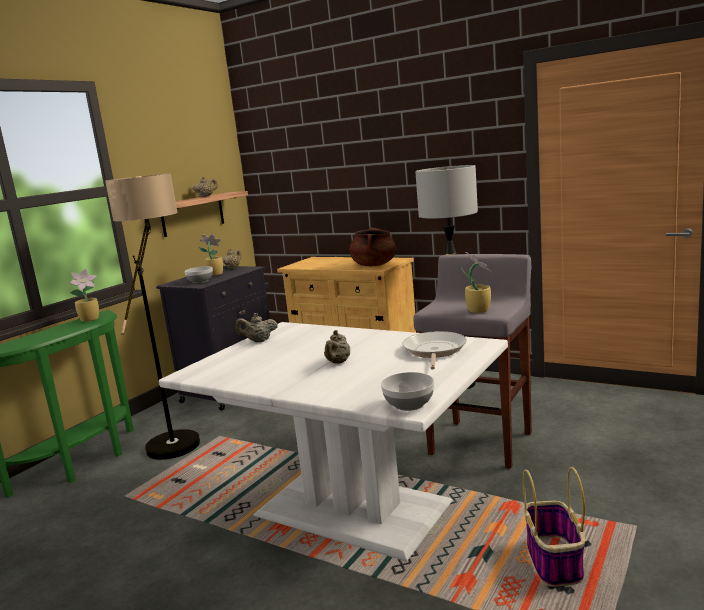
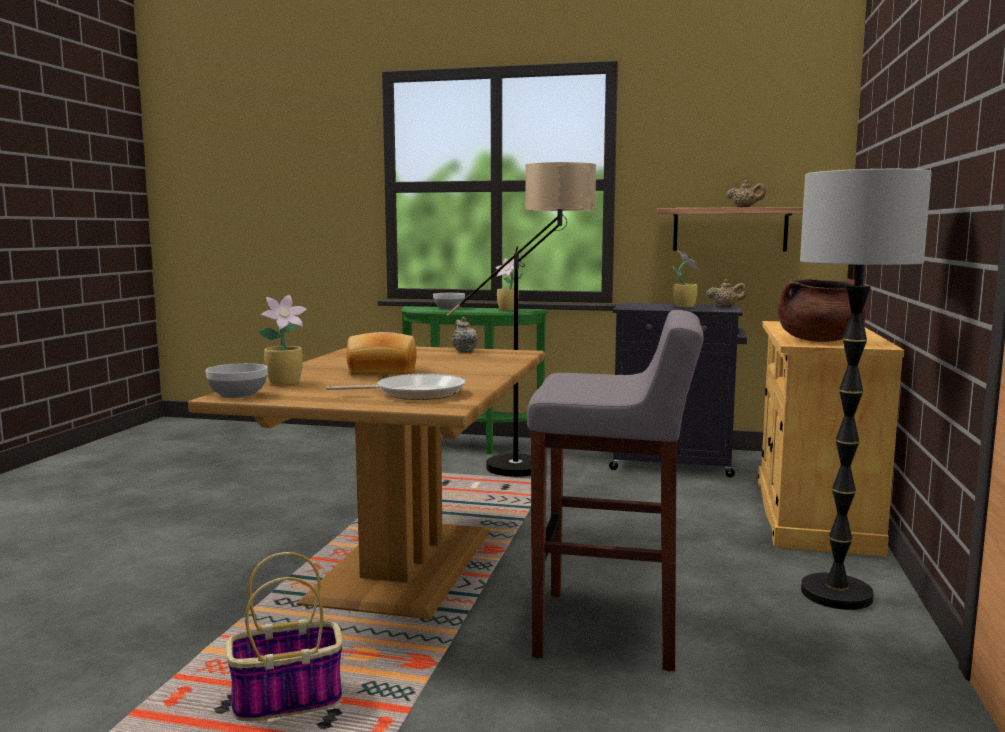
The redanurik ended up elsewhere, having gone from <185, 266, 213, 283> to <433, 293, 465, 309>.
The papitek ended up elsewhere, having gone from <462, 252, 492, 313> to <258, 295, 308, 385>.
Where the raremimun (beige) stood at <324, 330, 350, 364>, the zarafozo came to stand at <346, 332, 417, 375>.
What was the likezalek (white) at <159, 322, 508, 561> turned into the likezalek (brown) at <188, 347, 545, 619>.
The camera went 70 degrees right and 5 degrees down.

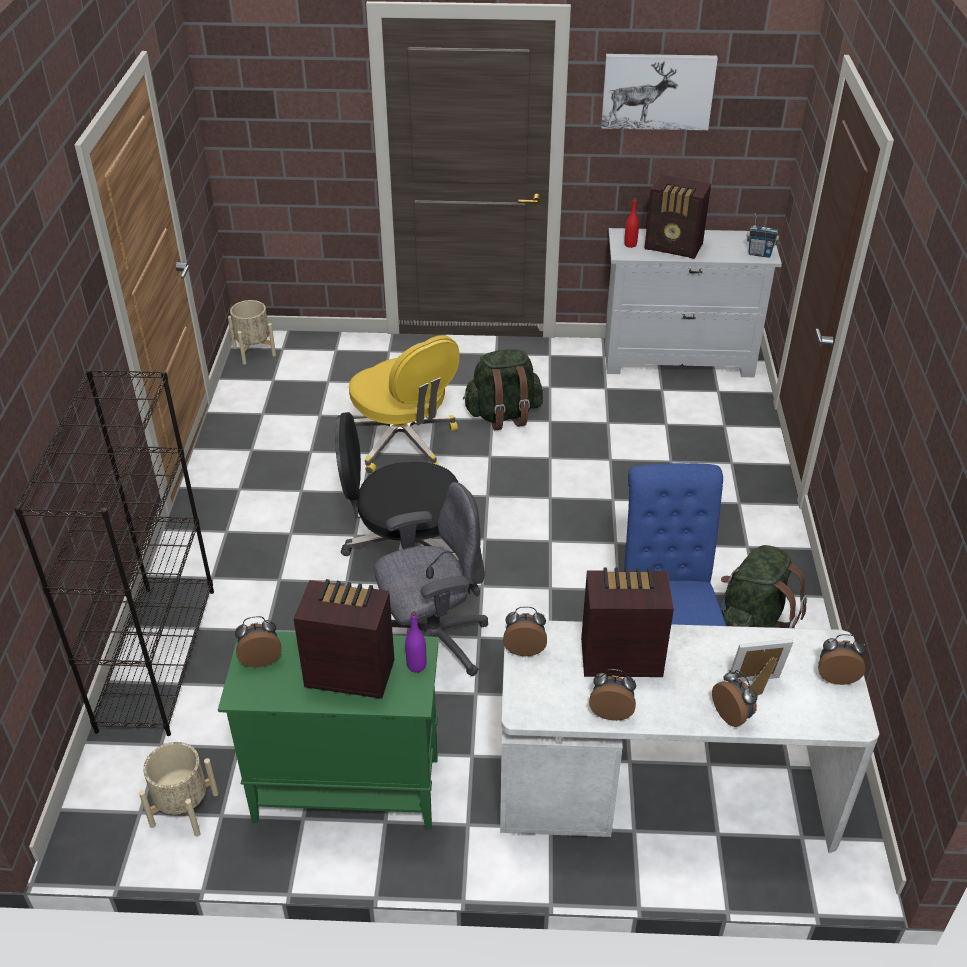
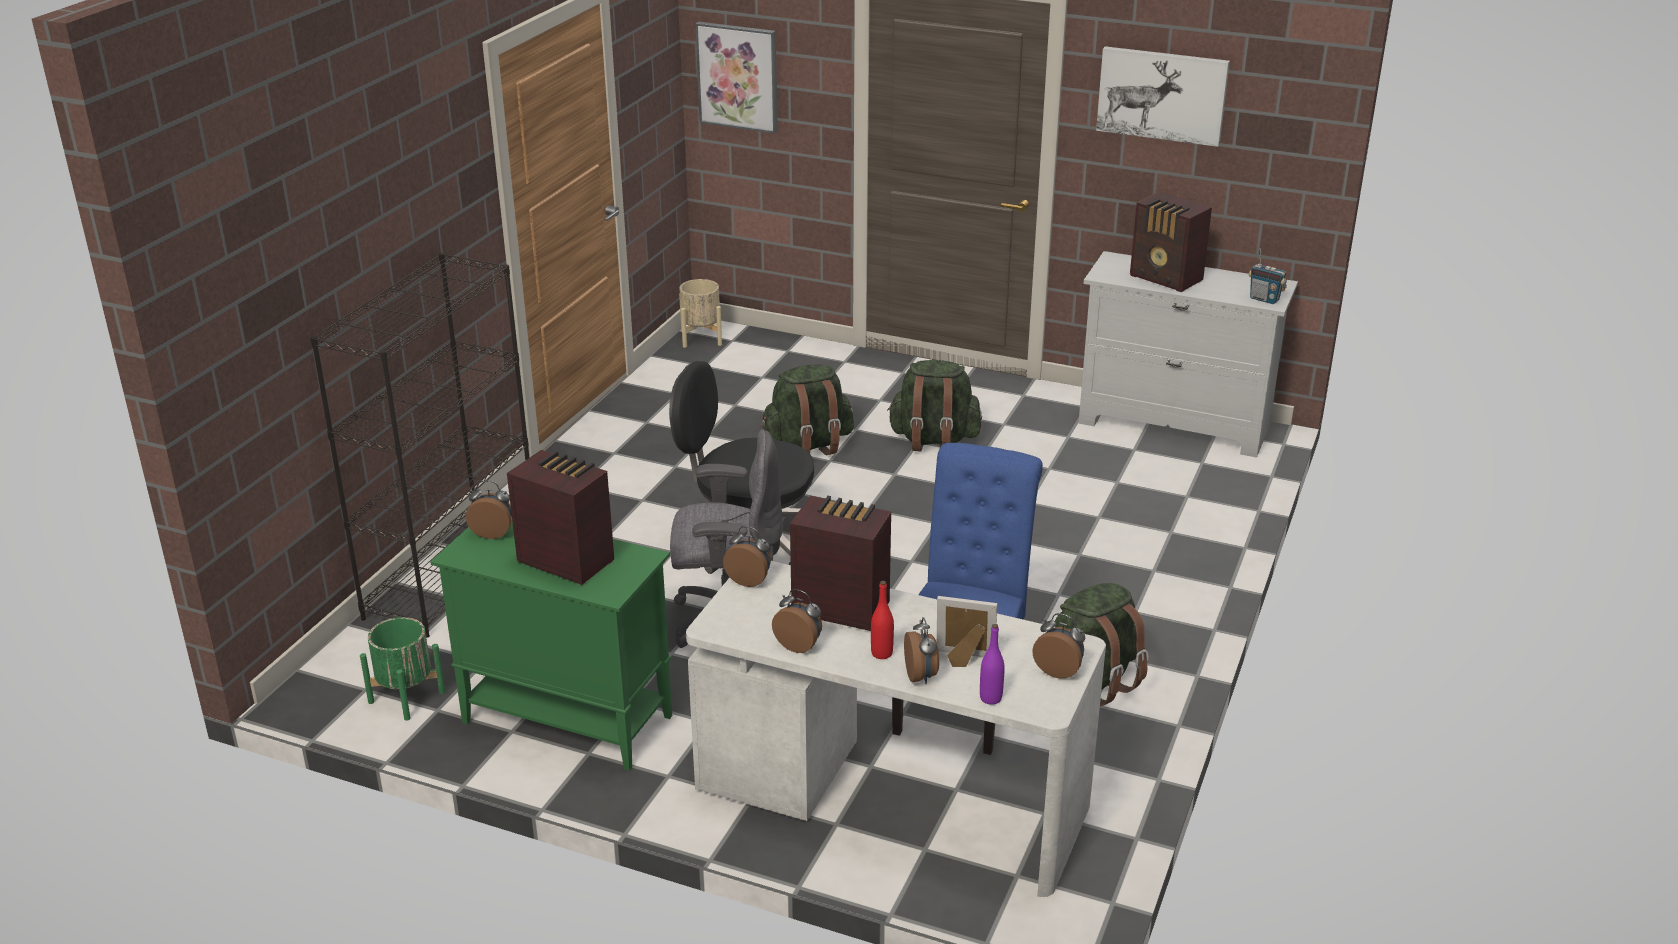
The second view gained the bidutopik at <695, 22, 778, 134>.
The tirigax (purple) ended up elsewhere, having gone from <405, 611, 426, 672> to <980, 624, 1005, 705>.
The tirigax (red) ended up elsewhere, having gone from <624, 198, 639, 248> to <871, 581, 894, 659>.
Where the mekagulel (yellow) stood at <349, 335, 460, 474>, the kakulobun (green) came to stand at <761, 364, 854, 455>.
What was the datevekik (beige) at <139, 742, 218, 837> turned into the datevekik (green) at <360, 617, 445, 721>.
The camera went 20 degrees right and 10 degrees down.

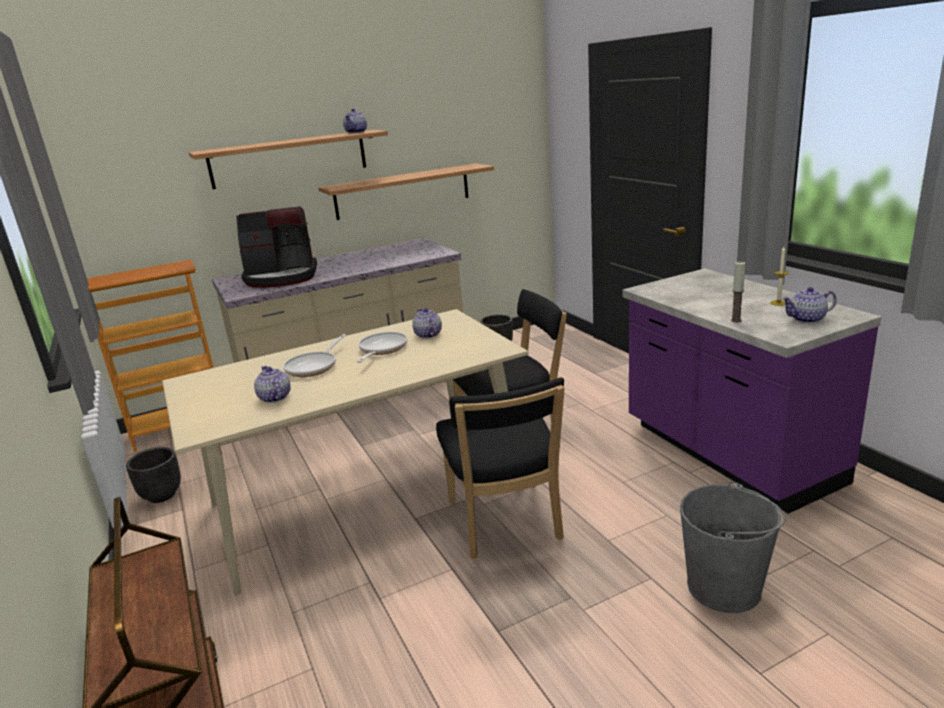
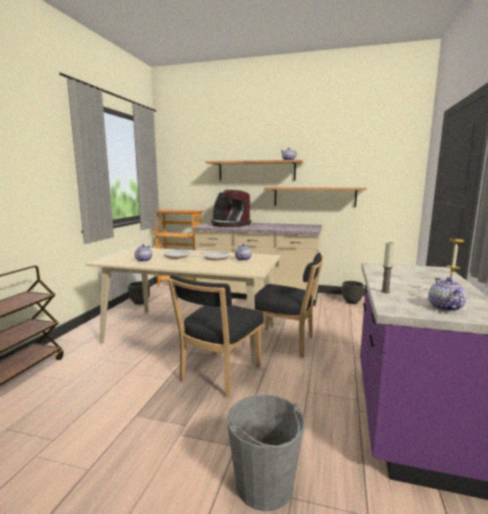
The raremimun at <782, 287, 837, 323> ended up facing another way, 60 degrees clockwise from before.
The camera went 40 degrees right and 10 degrees down.

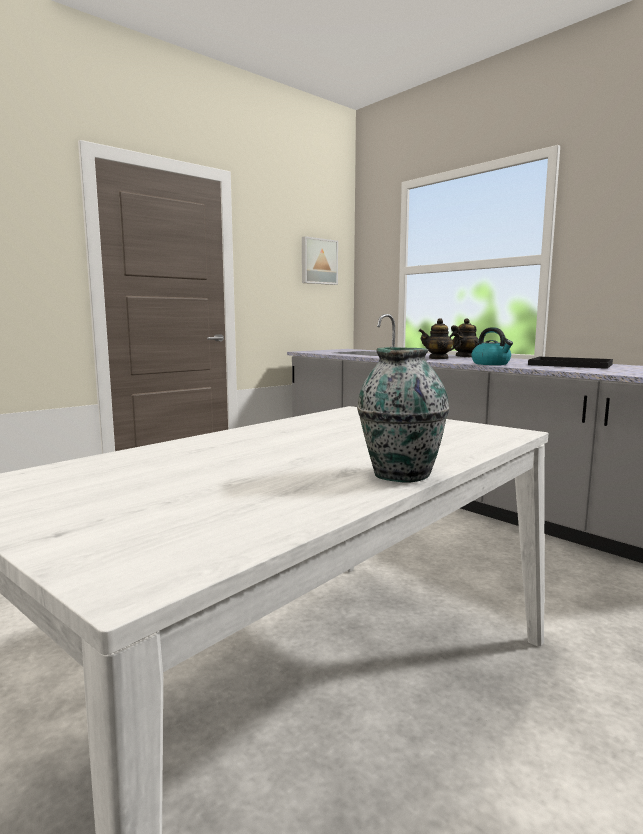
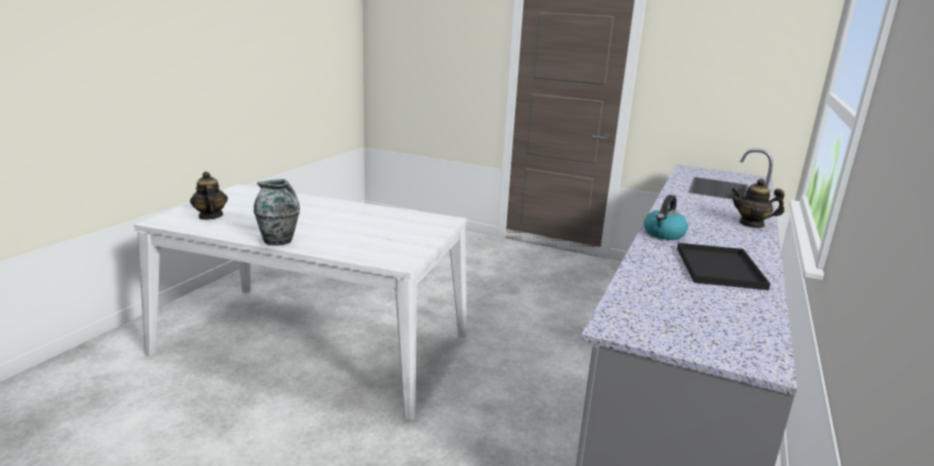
The second view lost the bidutopik at <302, 236, 338, 285>.
The raremimun ended up elsewhere, having gone from <419, 318, 461, 359> to <190, 171, 228, 220>.
The camera went 65 degrees right and 10 degrees up.

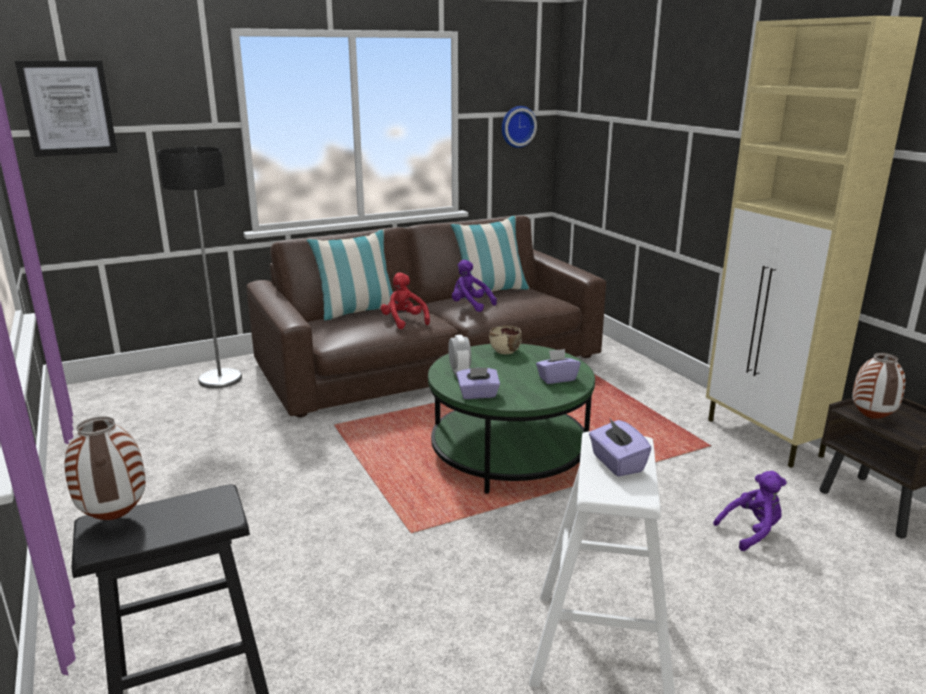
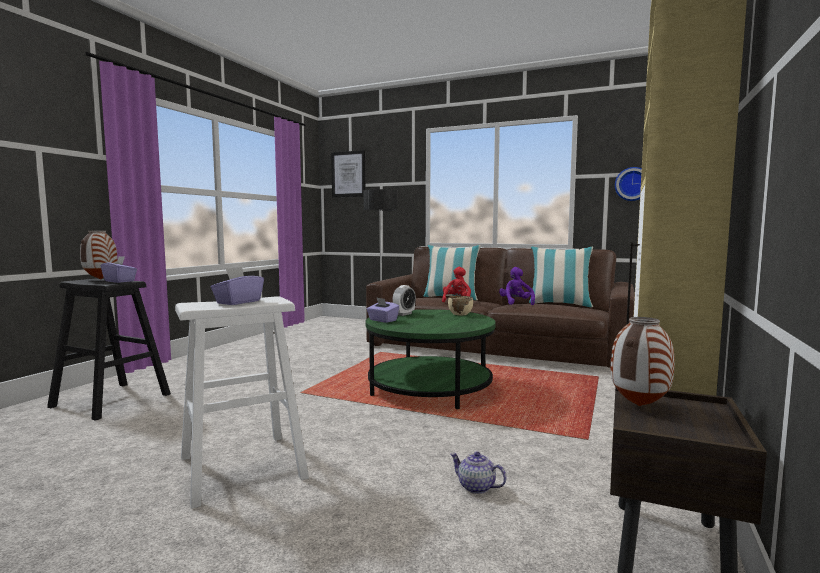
The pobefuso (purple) ended up elsewhere, having gone from <536, 349, 580, 384> to <101, 256, 137, 283>.
Where the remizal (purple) stood at <713, 471, 787, 551>, the raremimun came to stand at <450, 451, 507, 494>.
The camera went 50 degrees right and 15 degrees down.

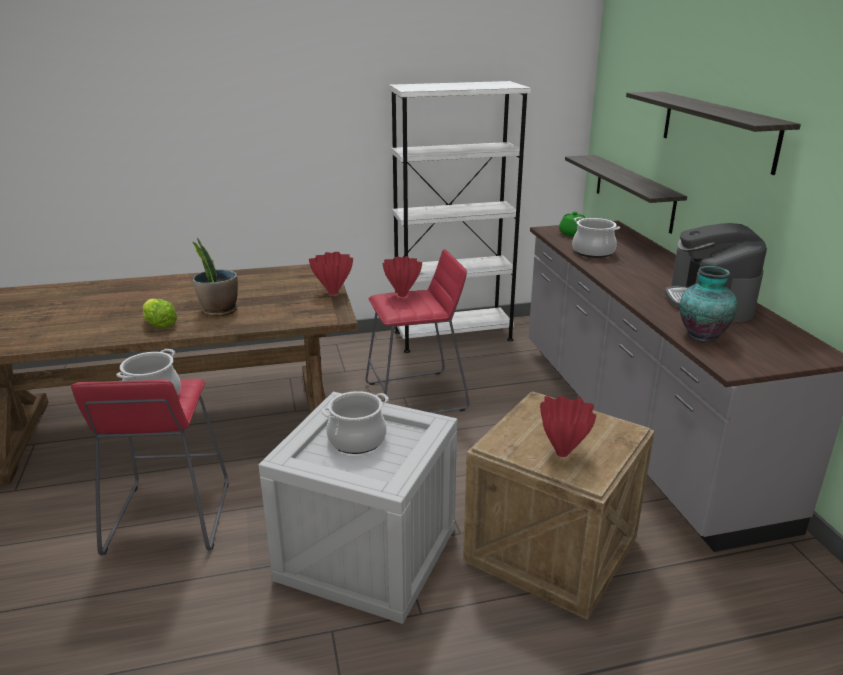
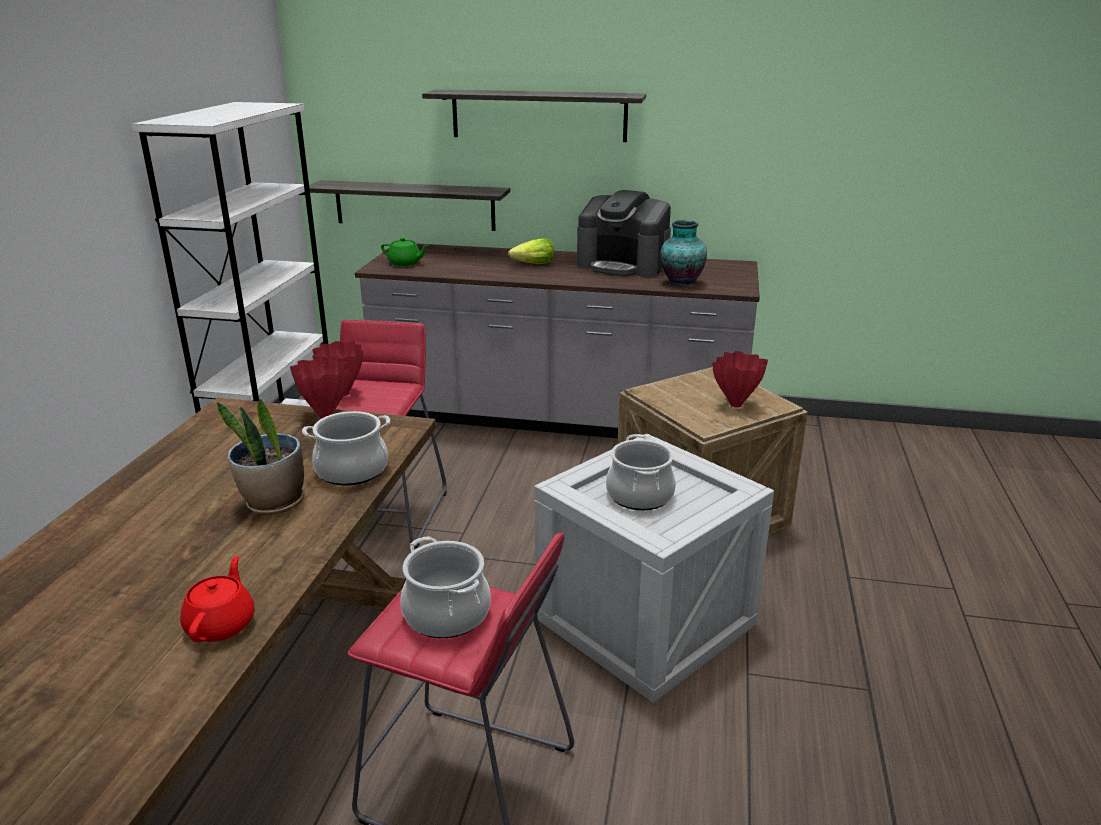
The second view gained the raremimun (red) at <180, 556, 254, 642>.
The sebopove ended up elsewhere, having gone from <142, 299, 177, 328> to <508, 238, 554, 264>.
The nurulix ended up elsewhere, having gone from <572, 217, 620, 258> to <302, 411, 390, 486>.
The camera went 65 degrees left and 0 degrees up.

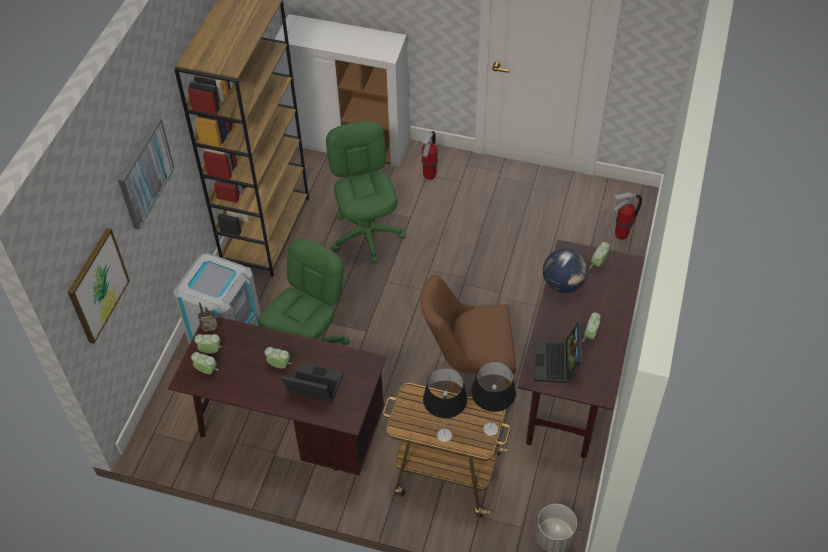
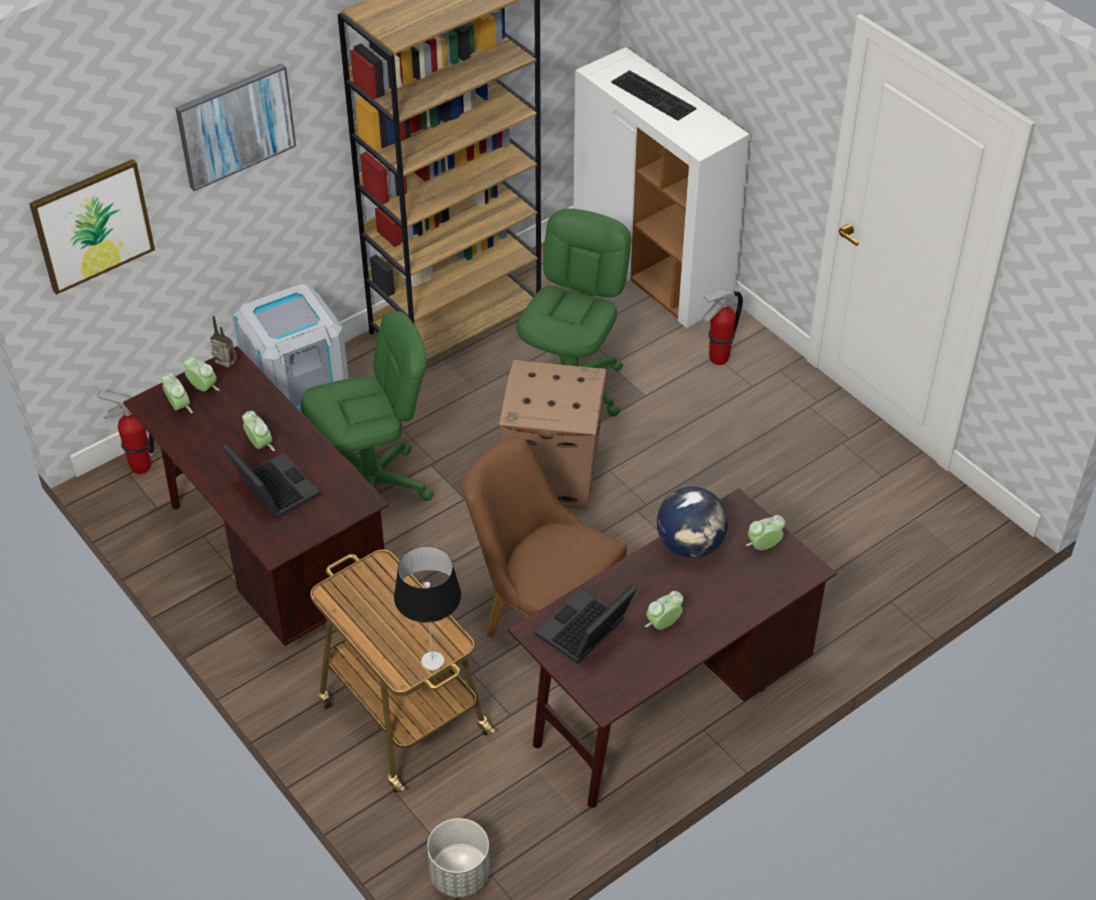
The second view lost the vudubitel at <423, 368, 467, 442>.
The second view gained the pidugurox at <499, 360, 606, 509>.
The second view gained the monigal at <611, 70, 697, 121>.
The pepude ended up elsewhere, having gone from <612, 192, 642, 240> to <97, 389, 154, 474>.
The camera went 35 degrees right and 5 degrees down.

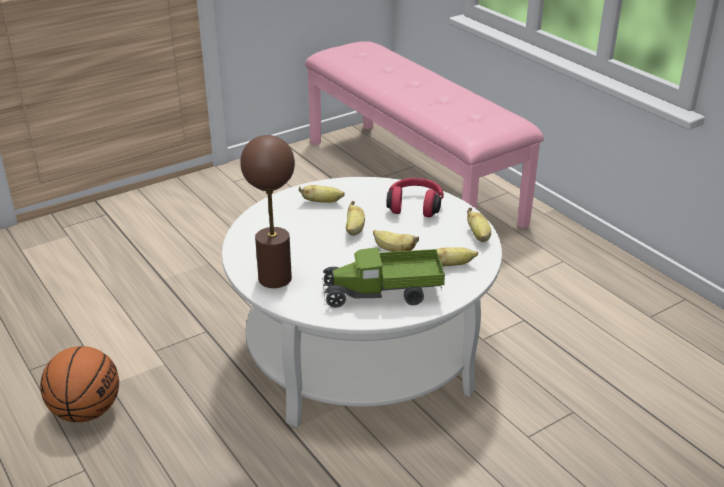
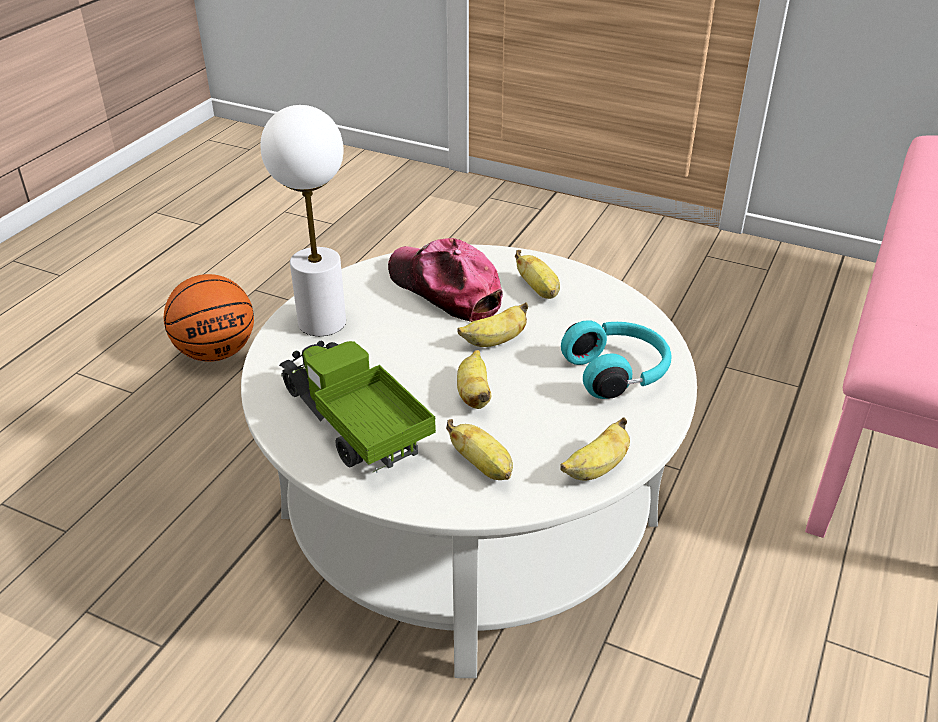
The second view gained the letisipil at <388, 238, 503, 322>.
What was the vudubitel (brown) at <240, 135, 295, 288> turned into the vudubitel (white) at <260, 105, 346, 336>.
What was the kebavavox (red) at <386, 178, 444, 217> turned into the kebavavox (turquoise) at <561, 320, 672, 399>.
The camera went 60 degrees right and 5 degrees up.

